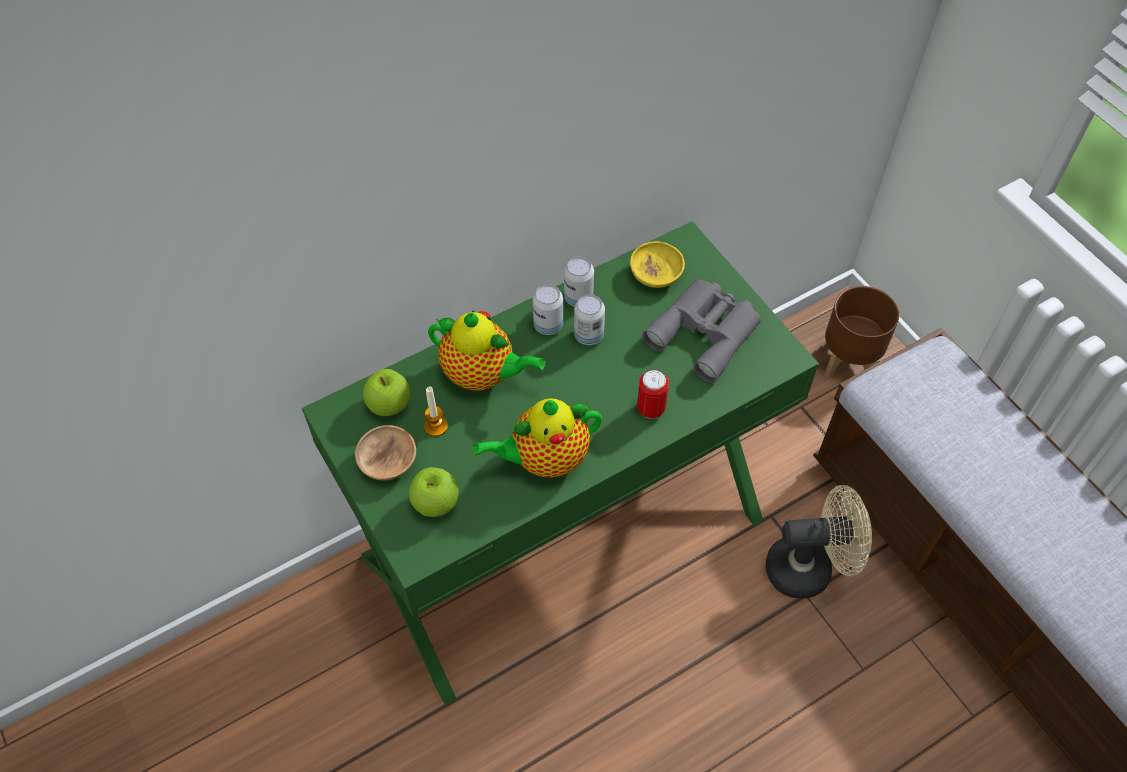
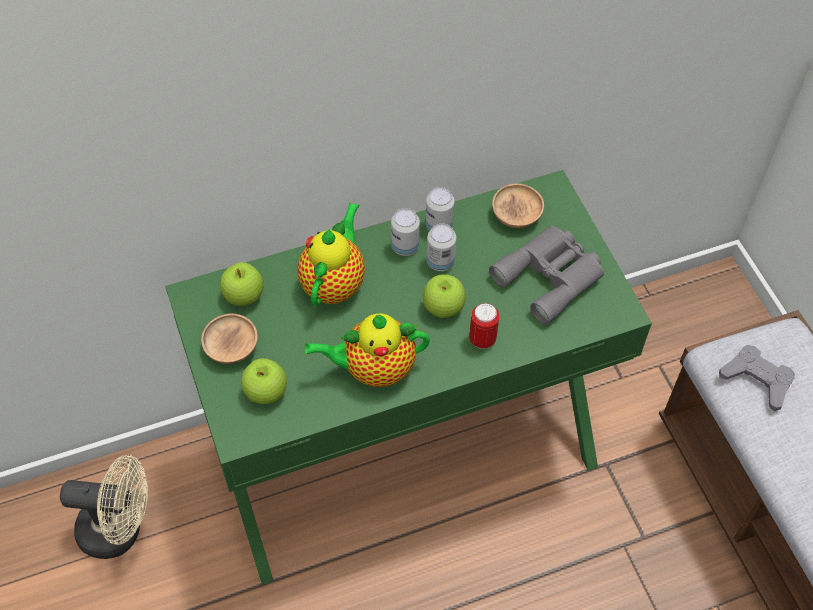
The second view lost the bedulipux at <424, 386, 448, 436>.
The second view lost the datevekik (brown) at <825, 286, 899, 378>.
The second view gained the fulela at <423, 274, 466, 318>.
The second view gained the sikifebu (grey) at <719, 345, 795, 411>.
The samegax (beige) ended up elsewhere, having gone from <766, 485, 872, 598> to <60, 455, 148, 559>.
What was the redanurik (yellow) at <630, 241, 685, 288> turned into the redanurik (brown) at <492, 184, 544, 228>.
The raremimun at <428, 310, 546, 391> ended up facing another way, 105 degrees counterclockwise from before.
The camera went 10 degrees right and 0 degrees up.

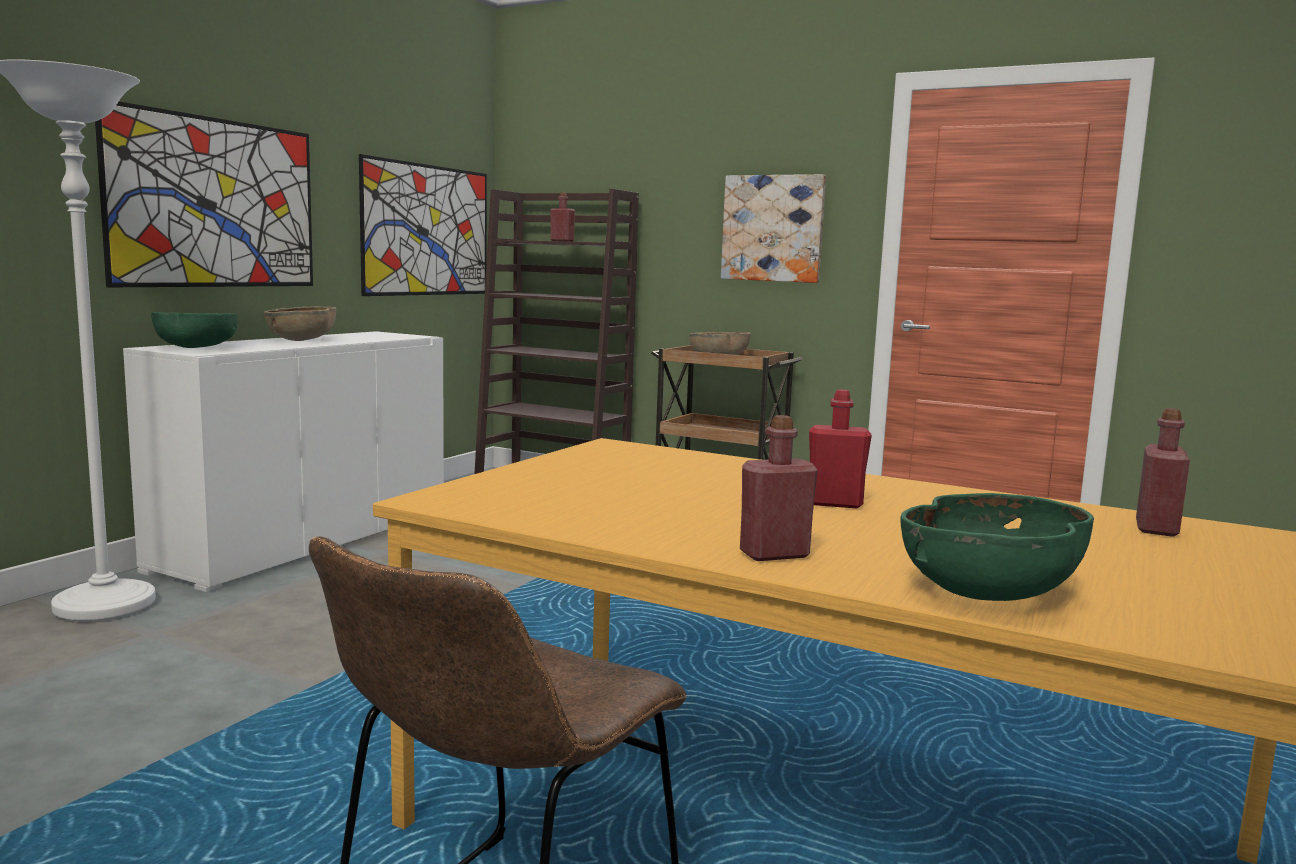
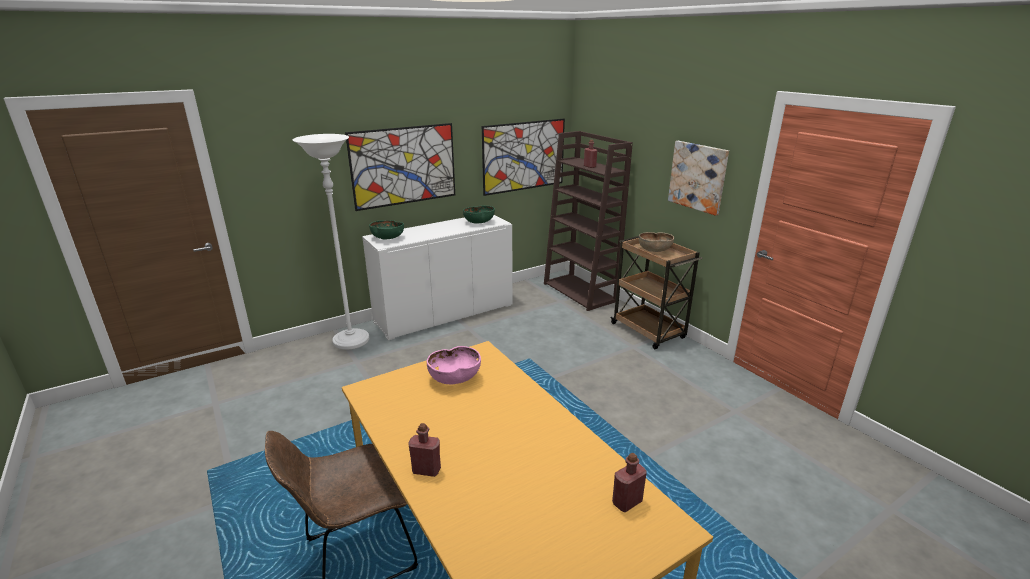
The second view lost the redanurik (brown) at <264, 306, 336, 341>.
The second view lost the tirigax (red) at <809, 389, 872, 508>.
The second view gained the redanurik (pink) at <427, 346, 481, 384>.
The redanurik (green) ended up elsewhere, having gone from <900, 493, 1094, 601> to <463, 206, 495, 224>.
The camera went 30 degrees right and 15 degrees up.

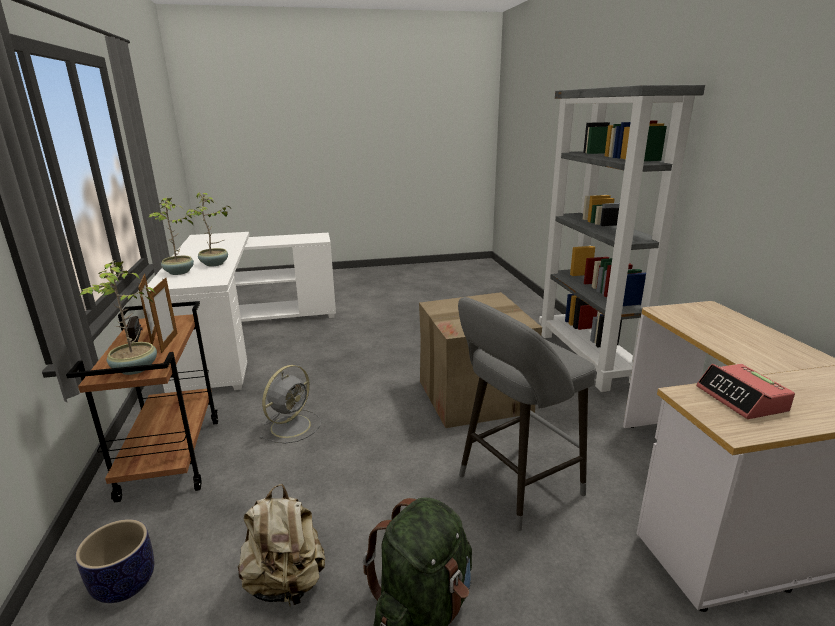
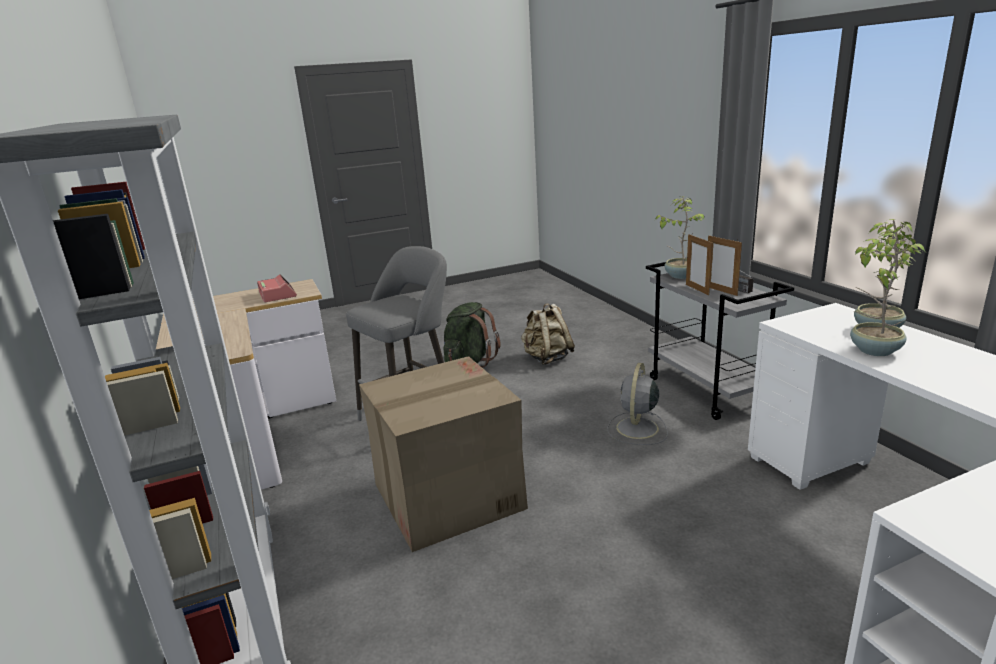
The second view lost the datevekik at <75, 519, 154, 603>.
What was the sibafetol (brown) at <66, 301, 218, 502> turned into the sibafetol (grey) at <646, 262, 794, 420>.
The camera went 170 degrees right and 0 degrees up.

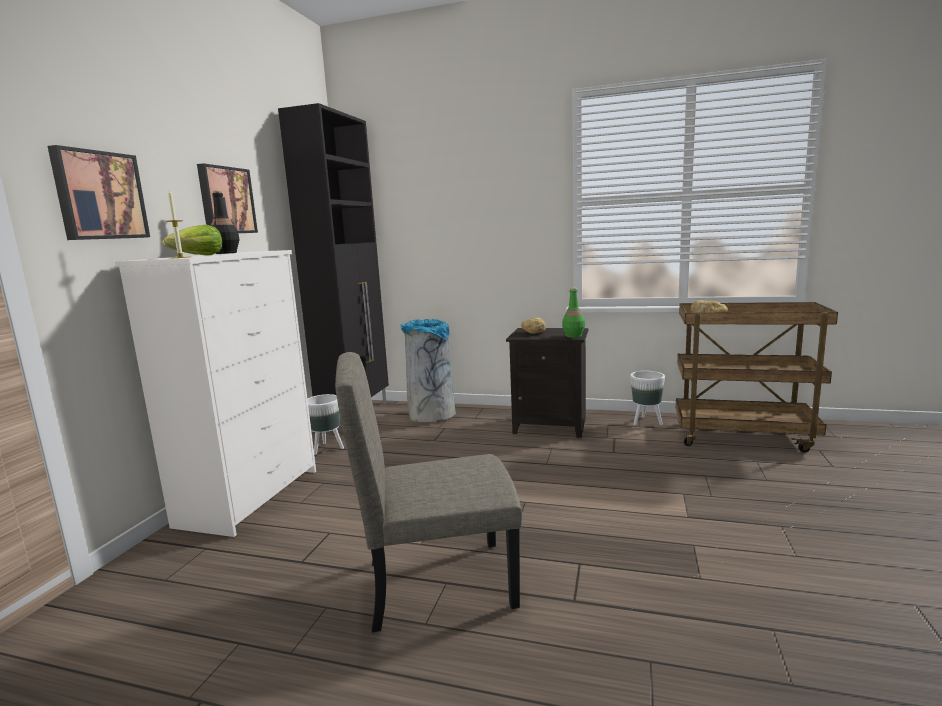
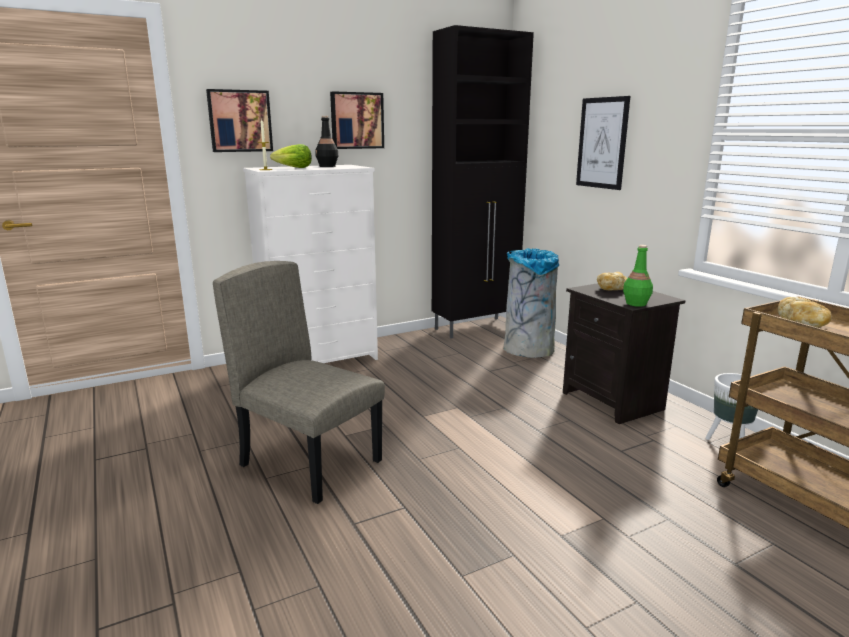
The second view lost the datevekik (white) at <308, 394, 344, 455>.
The second view gained the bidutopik at <576, 96, 630, 190>.
The camera went 45 degrees right and 5 degrees up.

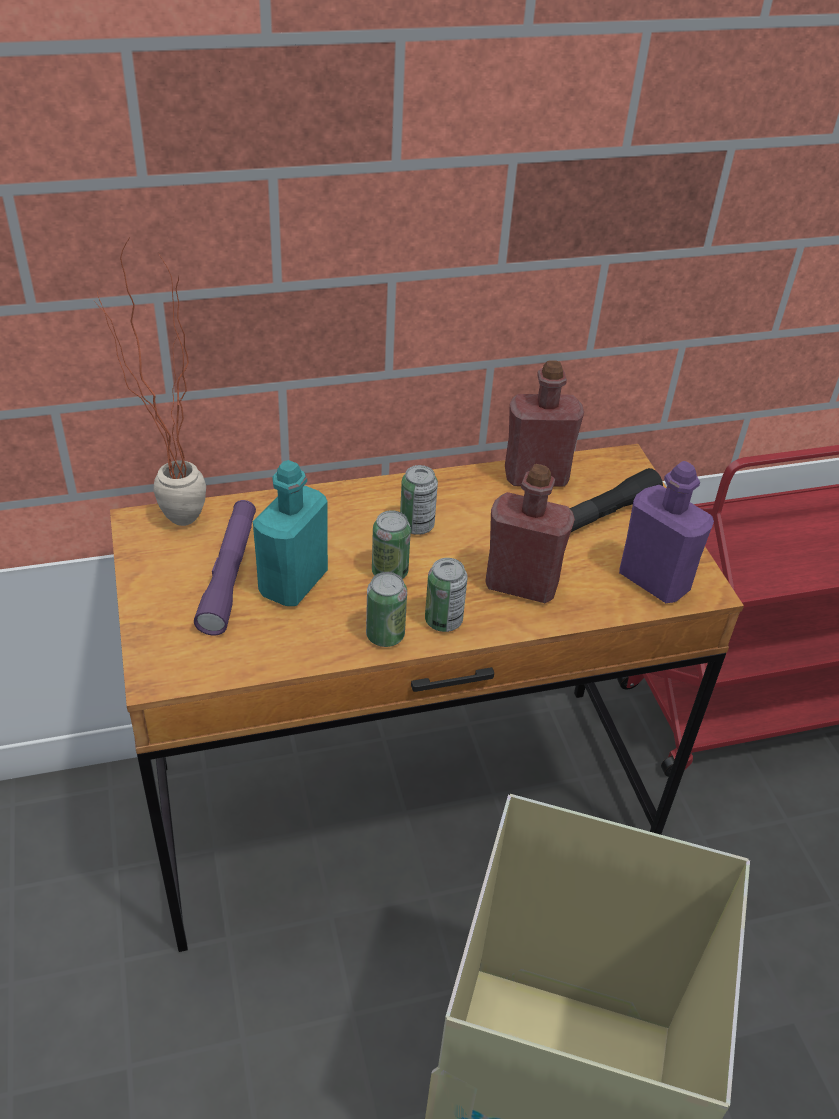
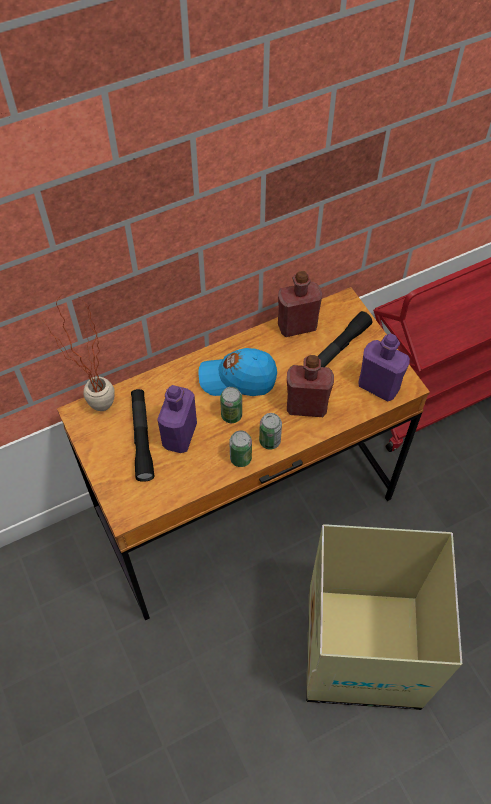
Where the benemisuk stood at <400, 465, 438, 535>, the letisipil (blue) came to stand at <199, 348, 277, 396>.
What was the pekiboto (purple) at <194, 500, 256, 635> turned into the pekiboto (black) at <131, 389, 154, 482>.
What was the tirigax (turquoise) at <253, 460, 328, 606> turned into the tirigax (purple) at <157, 385, 197, 453>.
The camera went 10 degrees left and 15 degrees up.

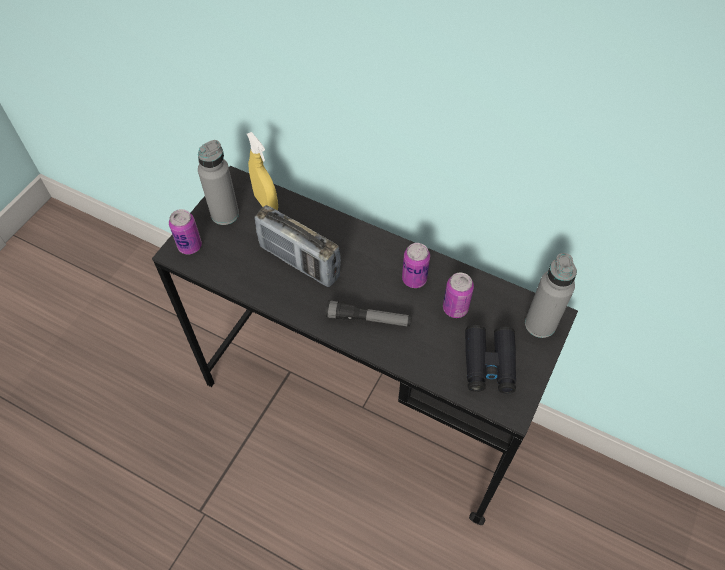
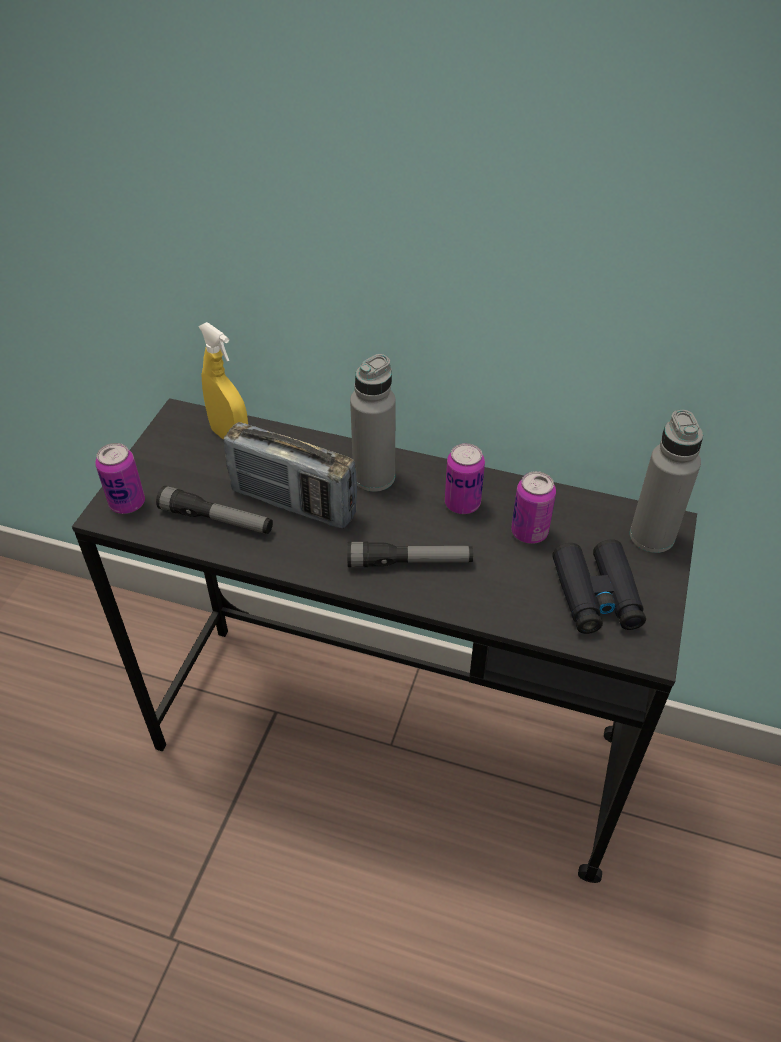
The second view gained the pekiboto at <156, 486, 273, 534>.
The tirigax (grey) ended up elsewhere, having gone from <198, 140, 239, 225> to <350, 354, 396, 492>.
The camera went 10 degrees left and 10 degrees down.

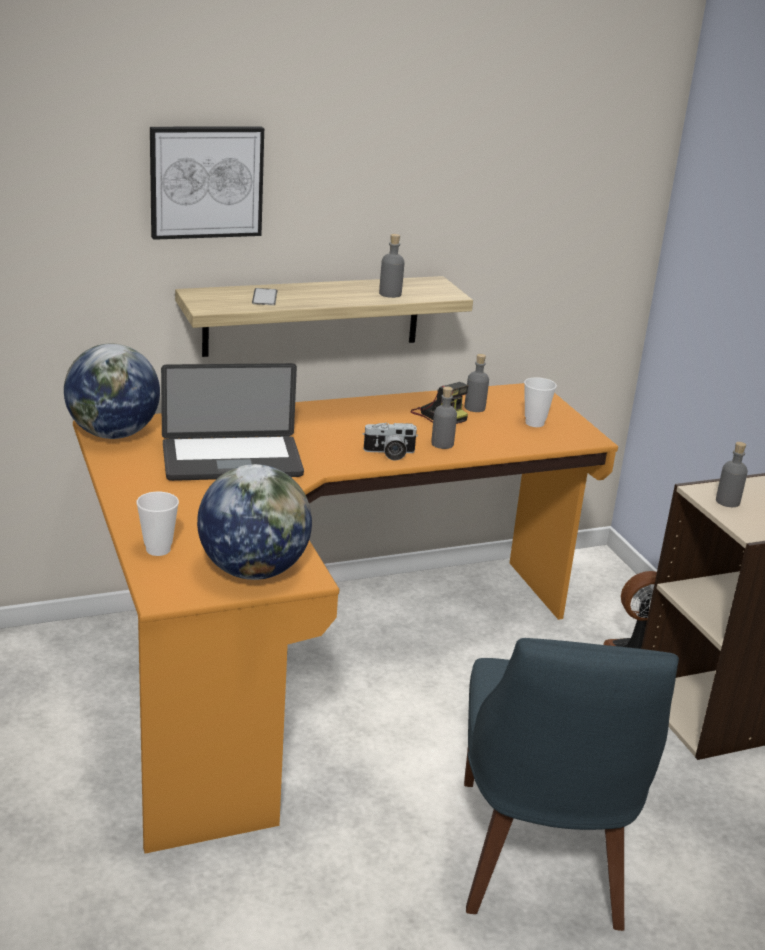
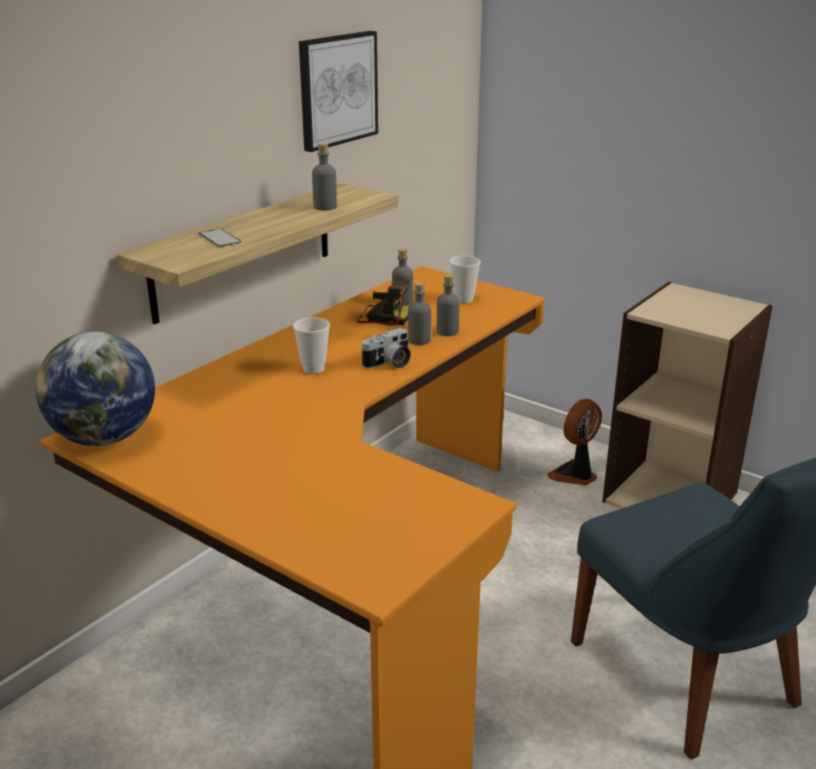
The second view lost the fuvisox at <161, 363, 304, 481>.
The second view lost the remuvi at <197, 464, 312, 580>.
The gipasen ended up elsewhere, having gone from <136, 492, 179, 556> to <293, 317, 330, 374>.
The bidutopik ended up elsewhere, having gone from <150, 126, 264, 240> to <299, 31, 378, 152>.
The tirigax (grey) ended up elsewhere, having gone from <716, 442, 748, 507> to <437, 274, 460, 336>.
The camera went 30 degrees left and 0 degrees up.

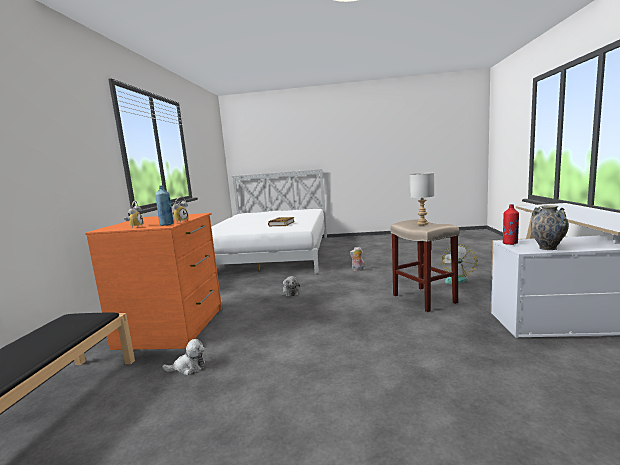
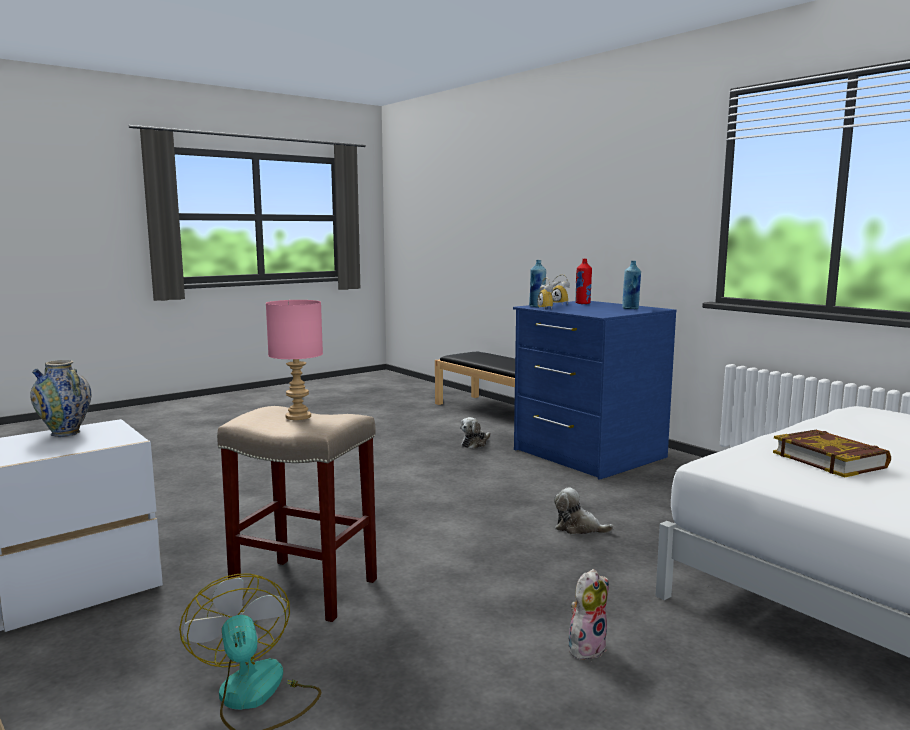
The second view gained the tirigax (blue) at <622, 261, 641, 309>.
The tirigax (red) ended up elsewhere, having gone from <503, 204, 519, 245> to <575, 259, 592, 304>.
What was the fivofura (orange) at <85, 213, 222, 350> turned into the fivofura (blue) at <513, 301, 677, 480>.
What was the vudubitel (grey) at <410, 173, 434, 225> turned into the vudubitel (pink) at <266, 300, 323, 420>.
The camera went 135 degrees right and 0 degrees up.

